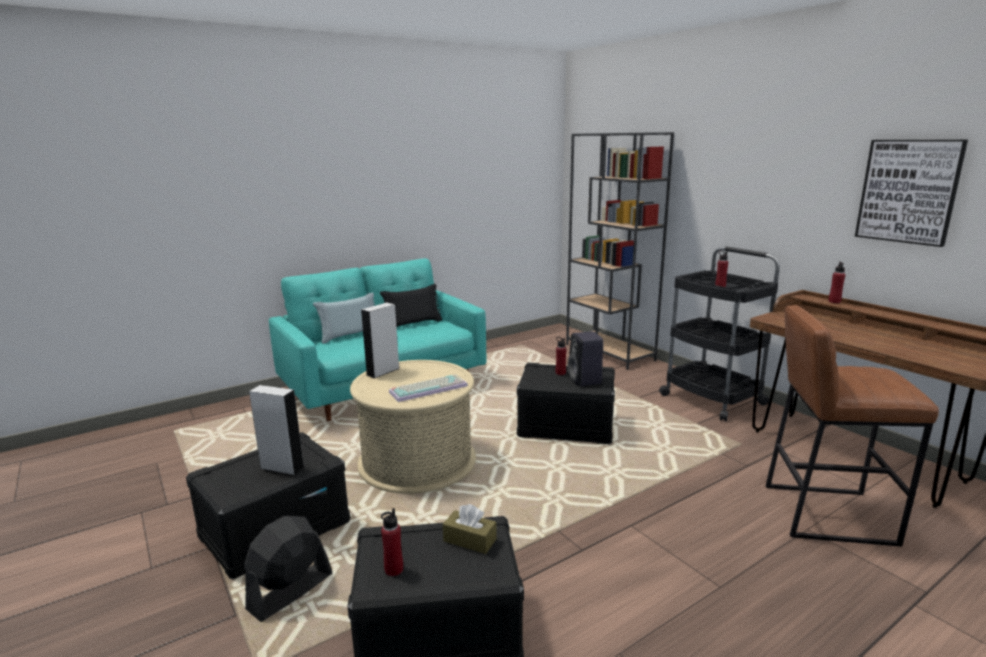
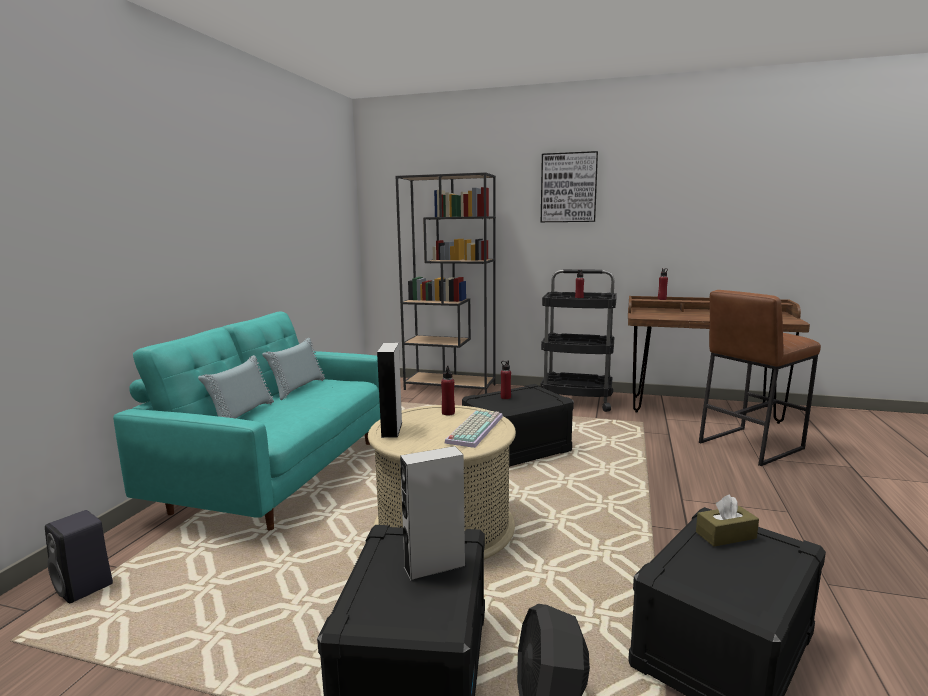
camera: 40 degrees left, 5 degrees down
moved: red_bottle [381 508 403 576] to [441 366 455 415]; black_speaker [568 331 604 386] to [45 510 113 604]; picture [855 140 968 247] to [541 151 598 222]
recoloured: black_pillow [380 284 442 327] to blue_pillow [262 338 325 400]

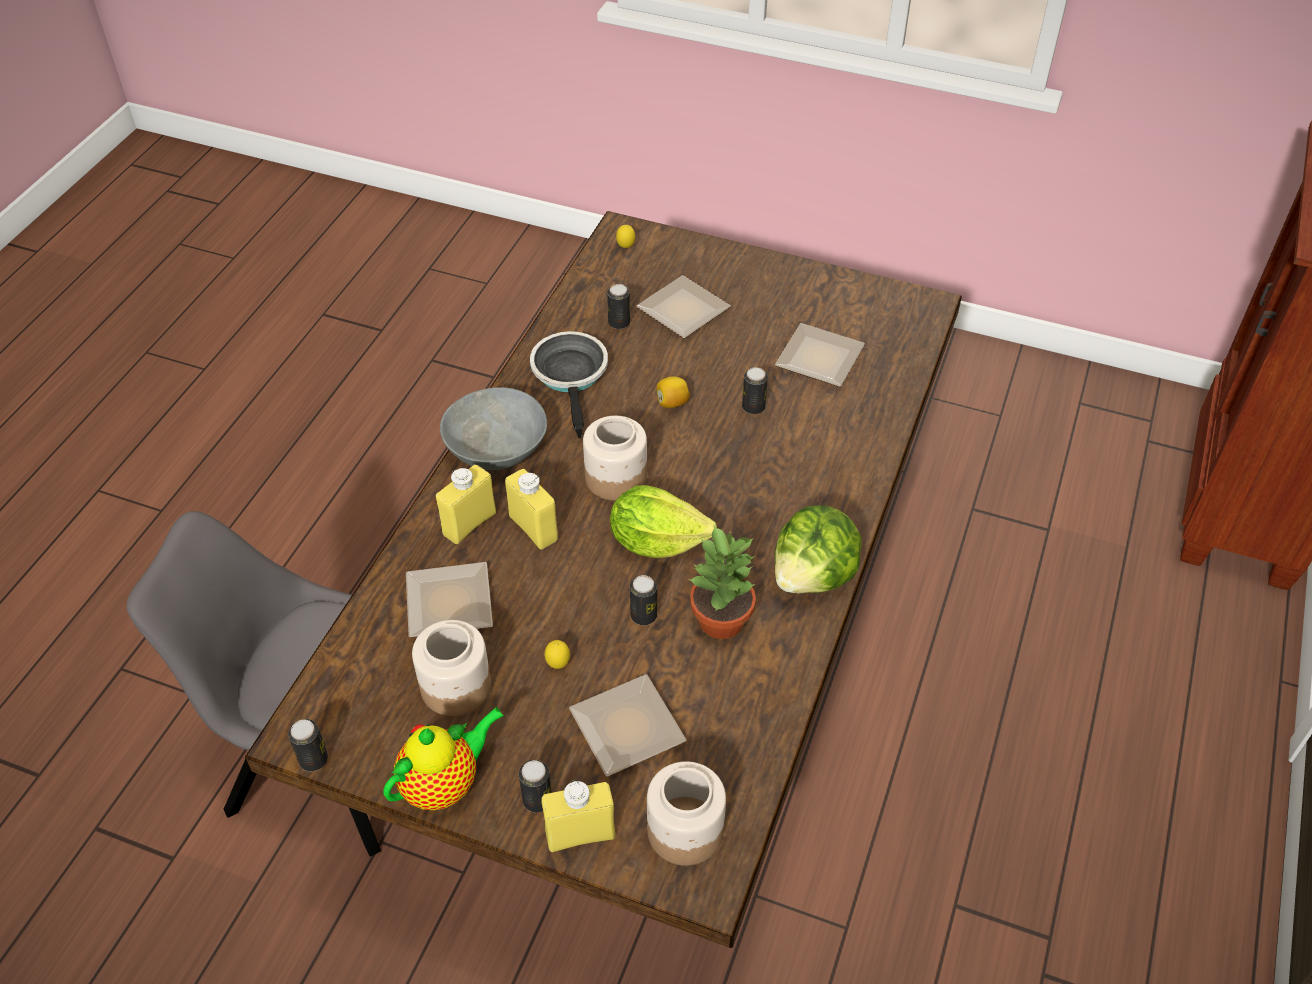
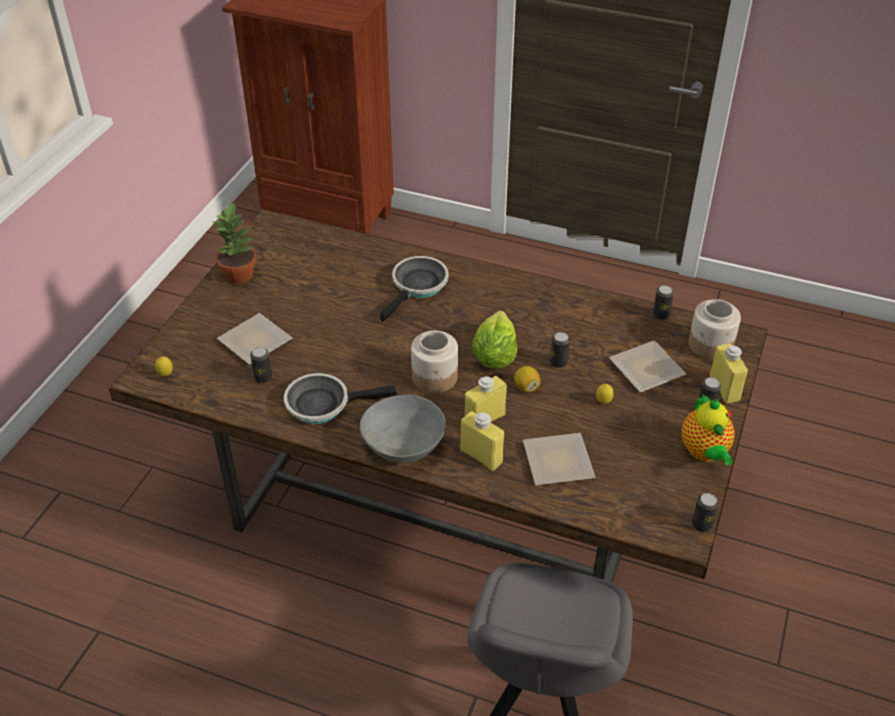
camera: 90 degrees left, 5 degrees down
removed: jar [412 620 491 716]; lettuce [774 505 862 593]; plate [775 323 865 387]
added: frying_pan [380 256 449 322]
moved: lemon [656 376 690 408] to [514 366 541 392]; potted_plant [688 525 756 639] to [213 203 256 284]; can [742 367 768 414] to [653 285 674 320]
turned: teapot [383 707 505 811] = [681 394 735 465] 150 degrees counterclockwise

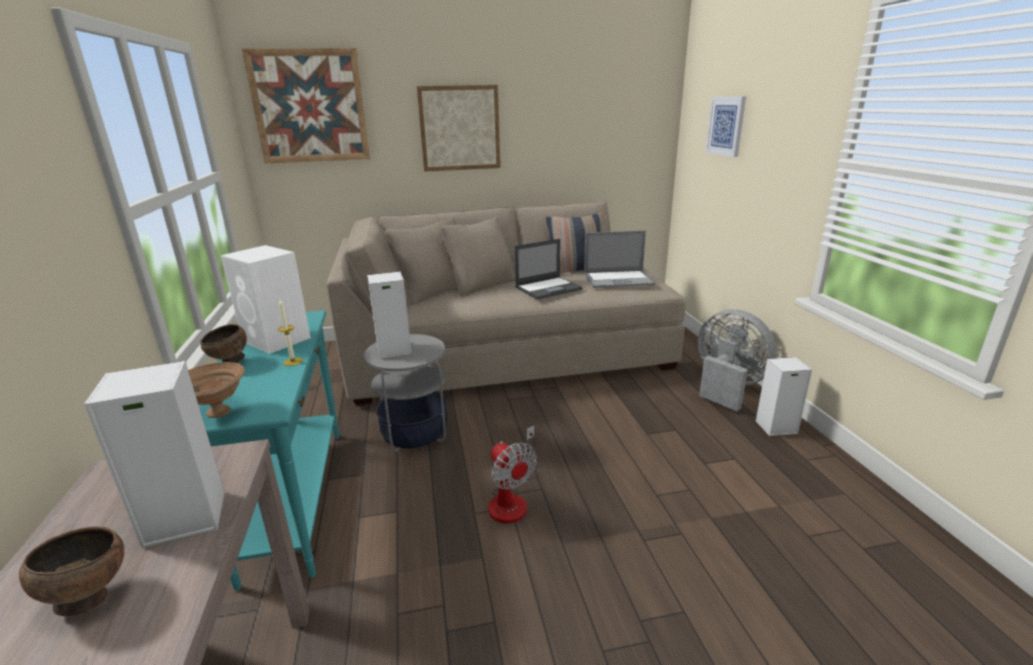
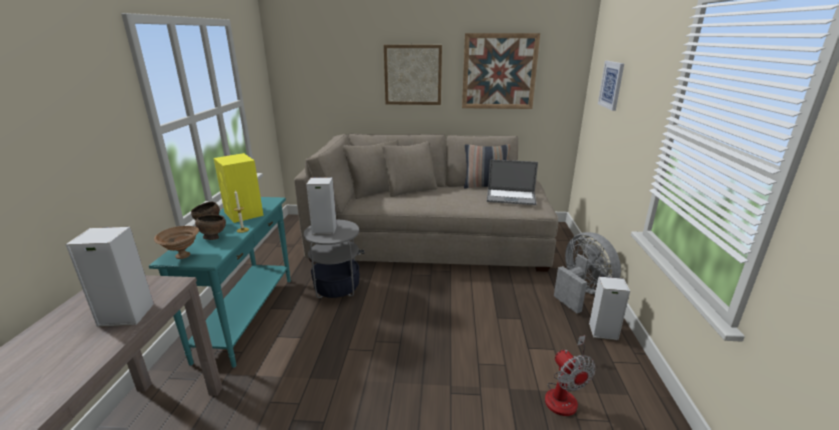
camera: 15 degrees right, 0 degrees up
removed: laptop [515 239 583 299]
moved: brown_bowl [19 527 124 616] to [195 214 226 240]; picture [242 48 370 163] to [462 33 540 109]; fan [488 426 540 523] to [545 335 595 416]
recoloured: white_speaker [221 245 311 354] to yellow_speaker [214 153 264 223]

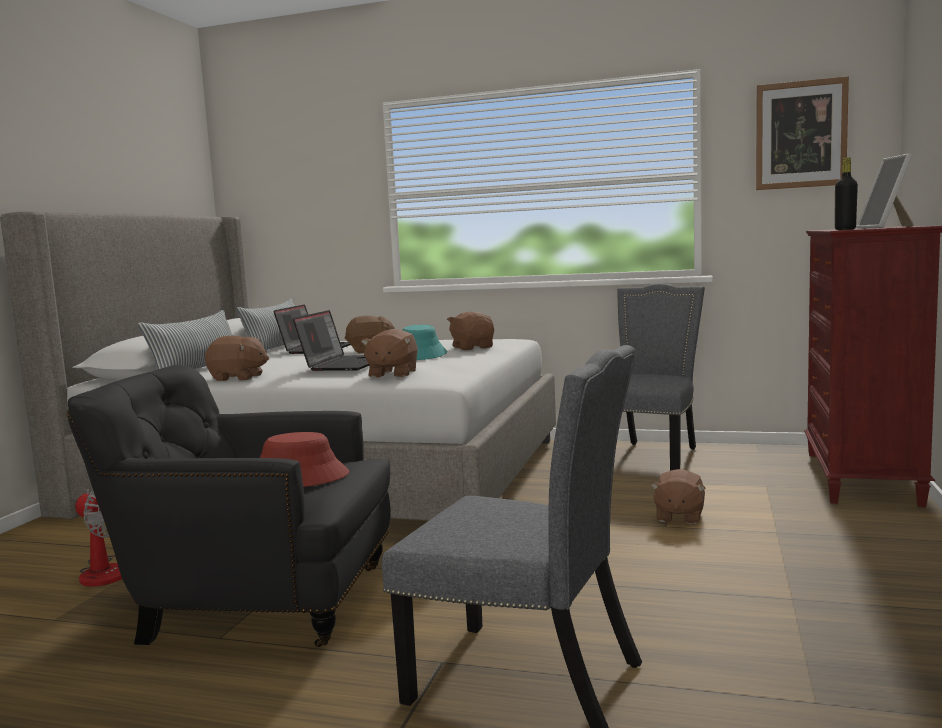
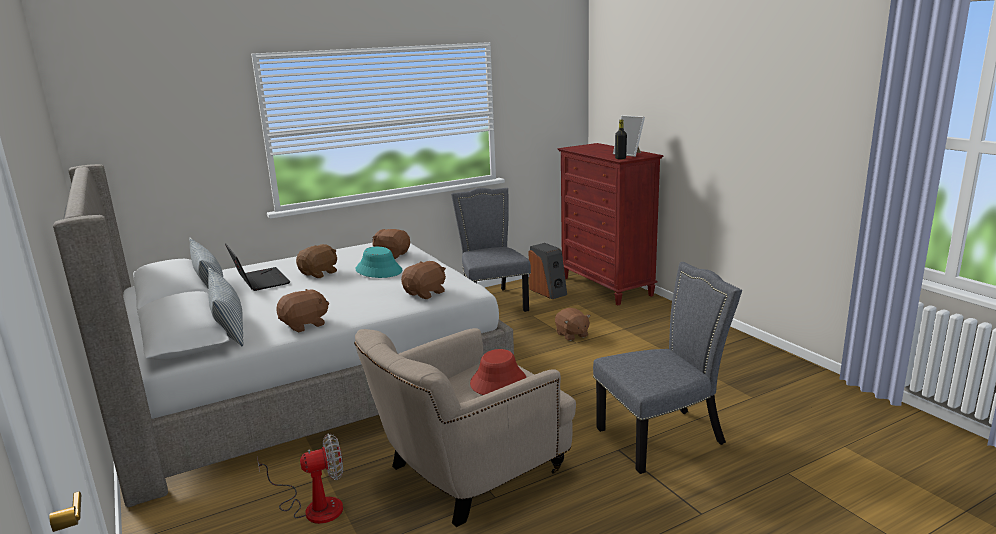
camera: 45 degrees left, 10 degrees up
removed: laptop [293 310 369 371]; picture [756 76 849 190]
added: speaker [529 243 567 299]
recoloured: black_armchair [67 365 391 647] to beige_armchair [354 328 576 527]
turned: brown_plush_toy [361 329 418 378] = [401 261 446 299] 105 degrees counterclockwise

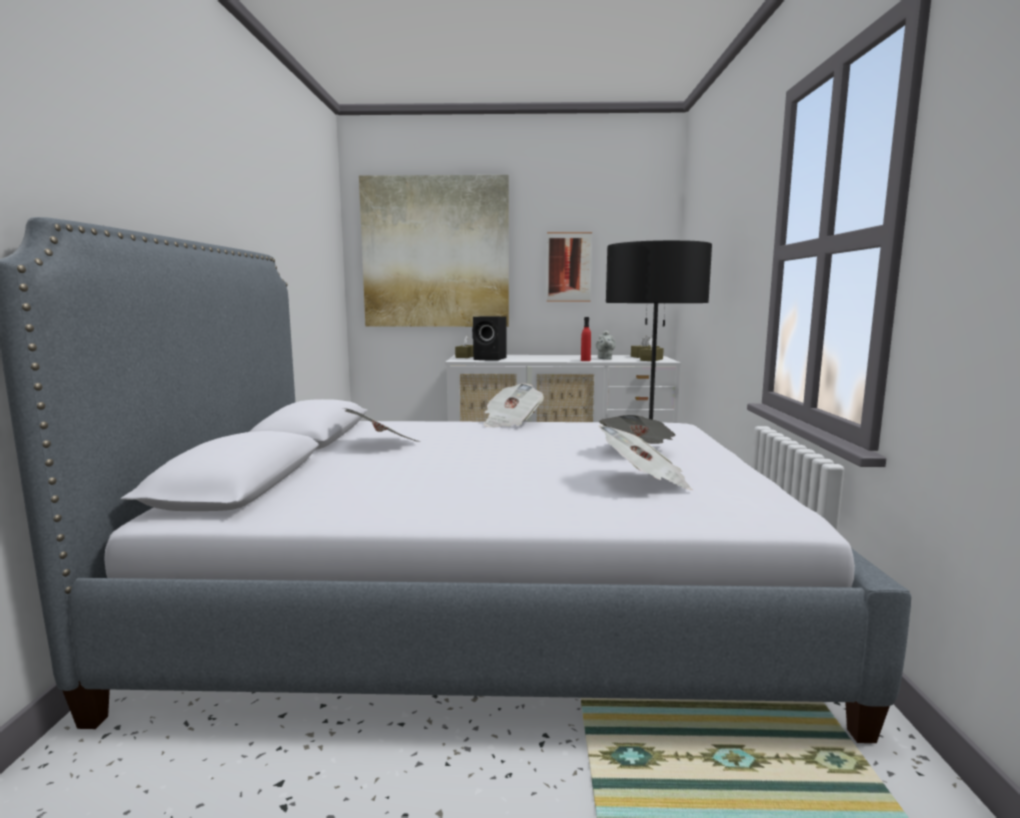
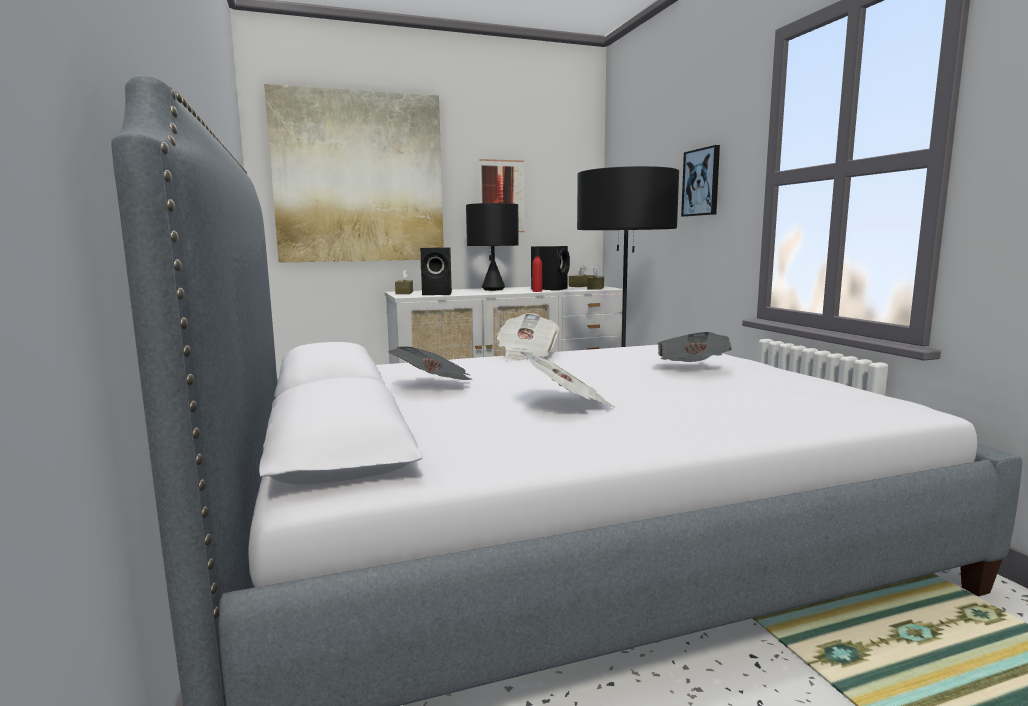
camera: 20 degrees left, 0 degrees up
added: black_table_lamp [466 203 519 291]; picture [681 145 720 217]
moved: newspaper [599 425 692 490] to [518 351 615 407]
replaced: grey_teapot [596 331 616 360] to black_speaker [531 246 570 291]

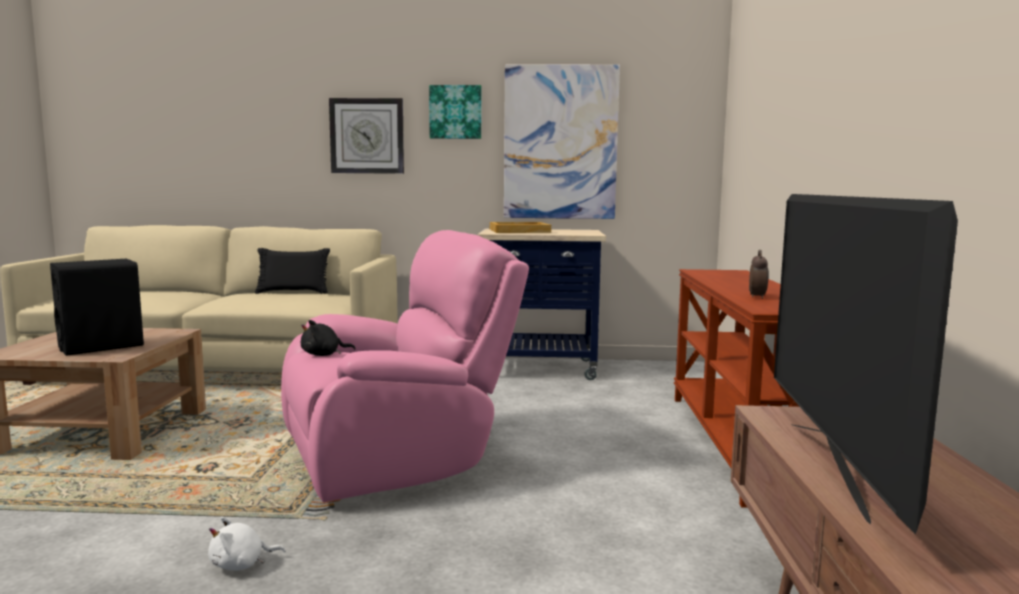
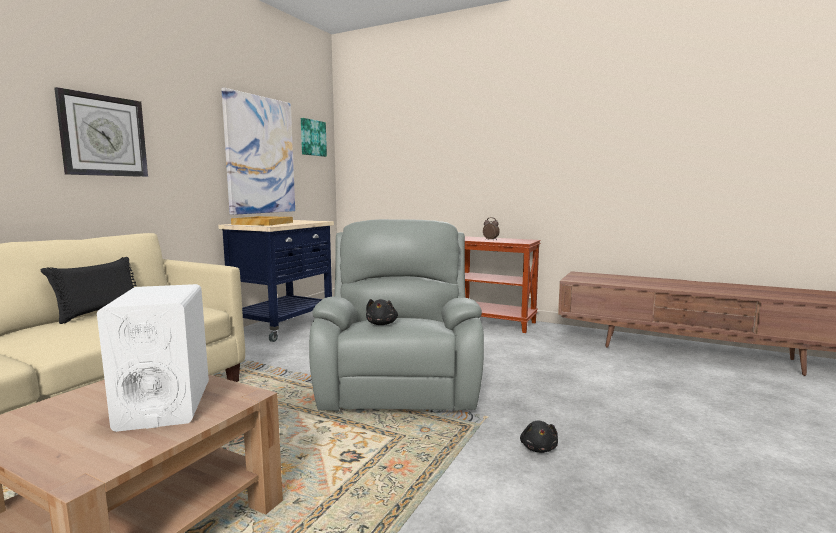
camera: 65 degrees left, 0 degrees up
removed: television [774 194 958 535]
moved: picture [429 85 481 139] to [301 118 327 157]
recoloured: black_speaker [50 259 144 356] to white_speaker [97 284 209 432]; white_plush_toy [208 517 285 571] to black_plush_toy [520 420 558 453]; pink_armchair [281 230 529 502] to grey_armchair [309 219 484 413]

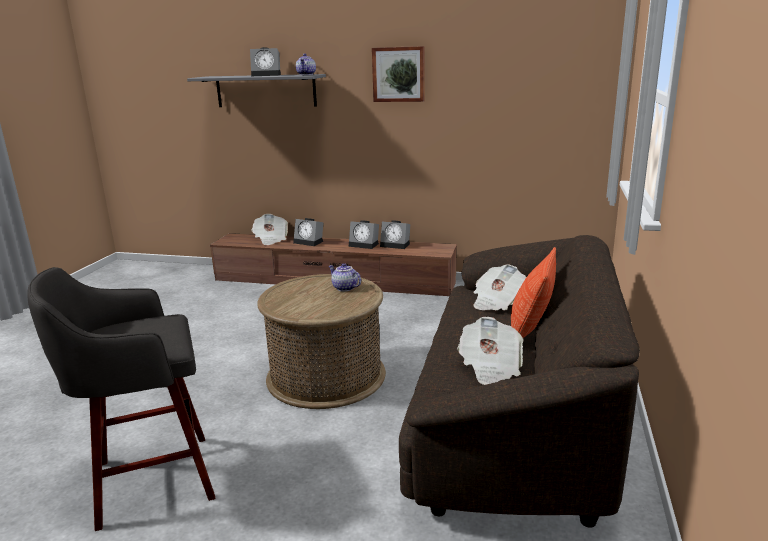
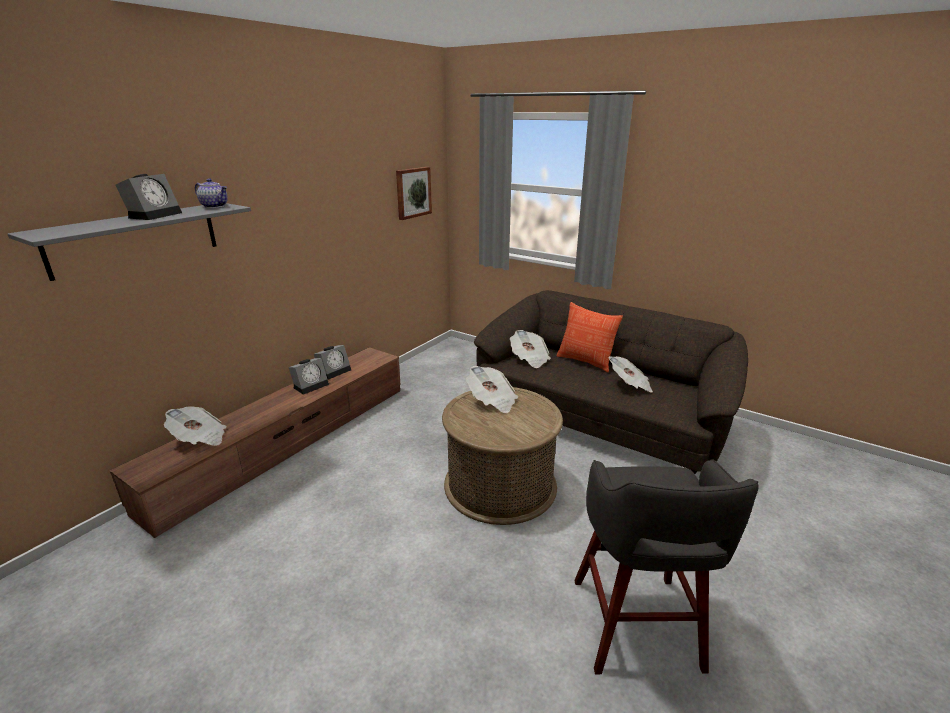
camera: 70 degrees left, 5 degrees up
removed: alarm_clock [293 218 324 246]
moved: picture [372 46 425 102] to [396 167 432 220]
replaced: teapot [329 263 361 291] to newspaper [466 366 518 413]

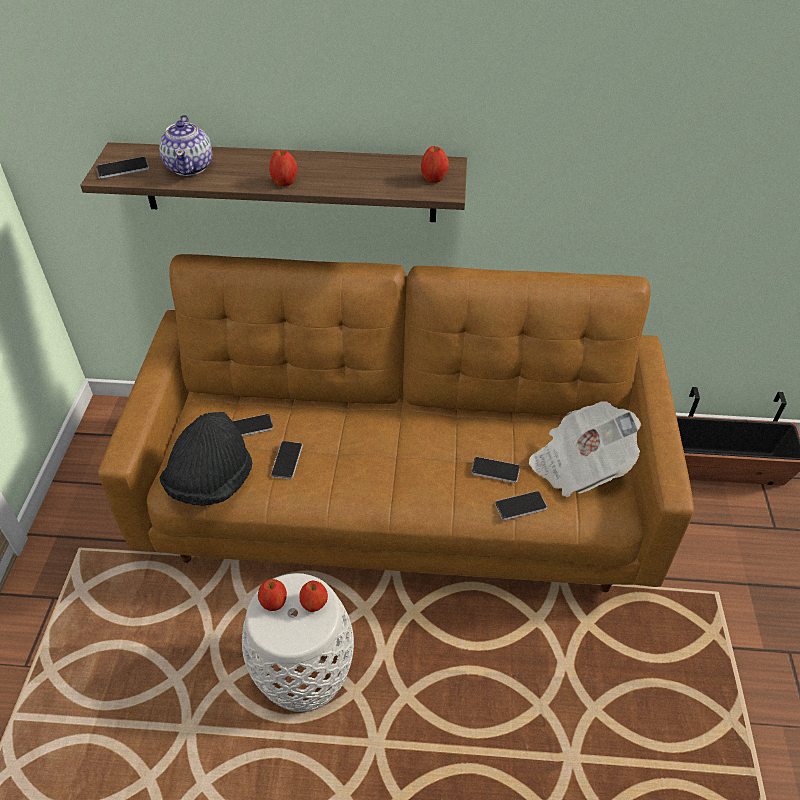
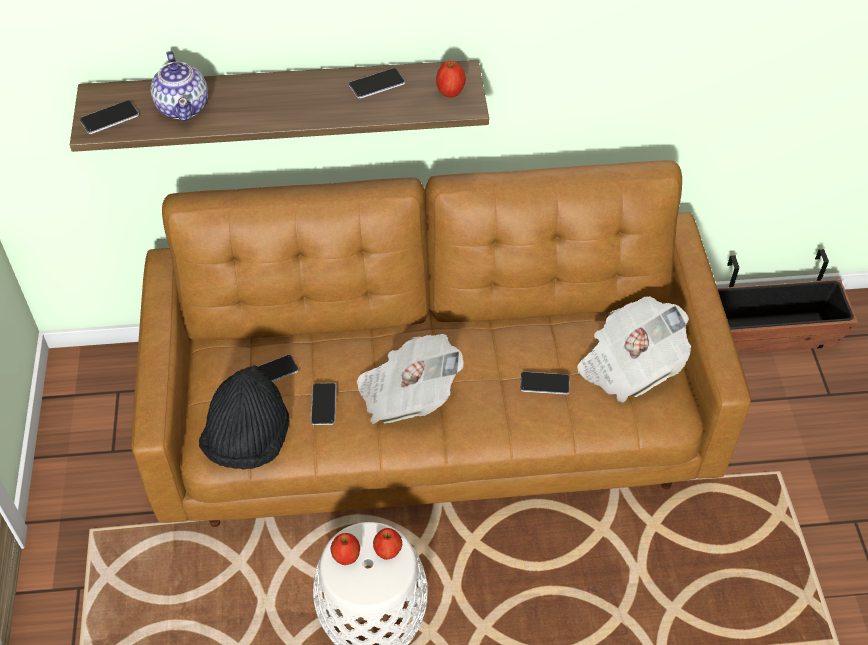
camera: 10 degrees left, 5 degrees up
removed: apple [269 150 297 186]
added: newspaper [357 334 464 424]
moved: phone [495 491 547 520] to [349 68 405 99]

